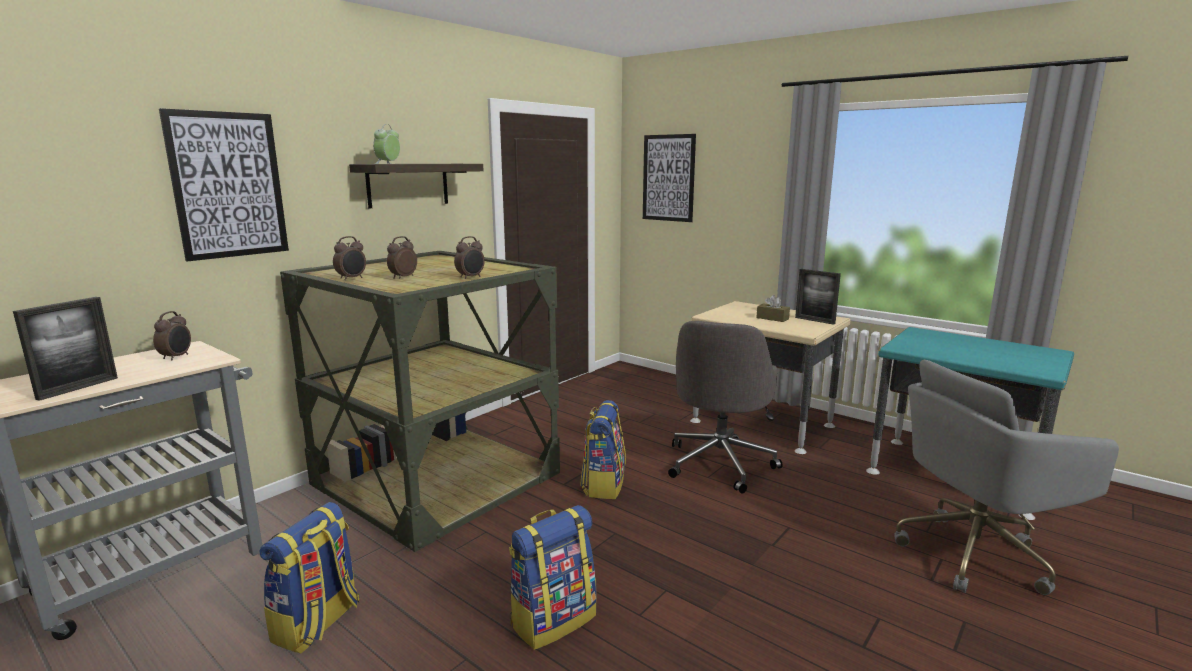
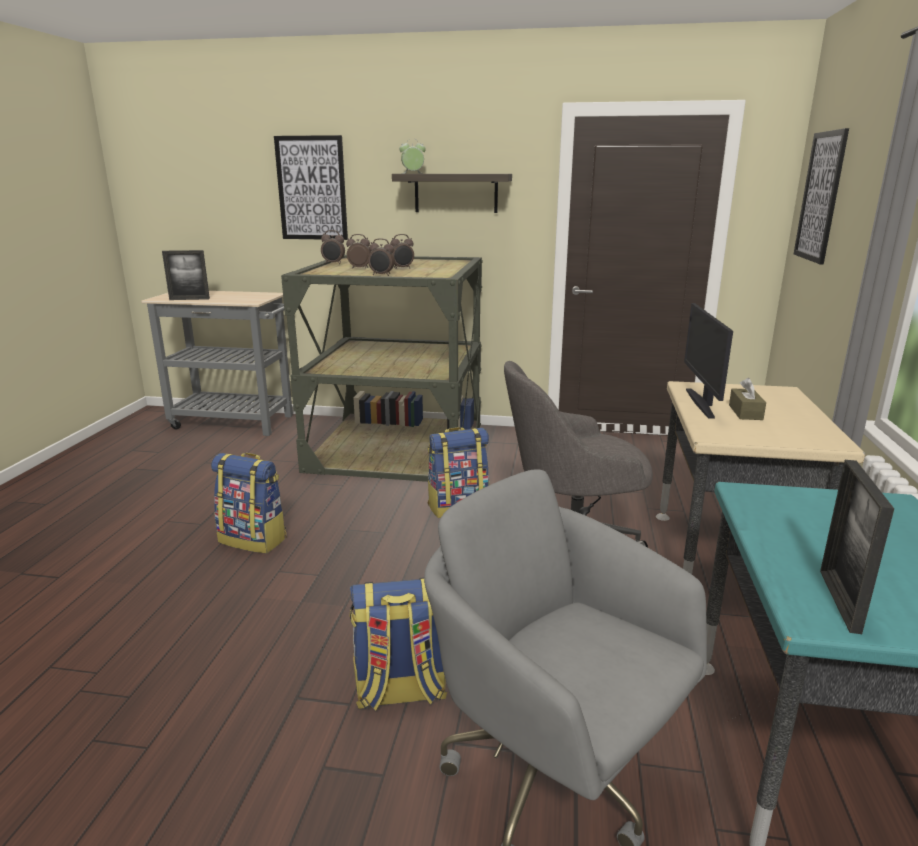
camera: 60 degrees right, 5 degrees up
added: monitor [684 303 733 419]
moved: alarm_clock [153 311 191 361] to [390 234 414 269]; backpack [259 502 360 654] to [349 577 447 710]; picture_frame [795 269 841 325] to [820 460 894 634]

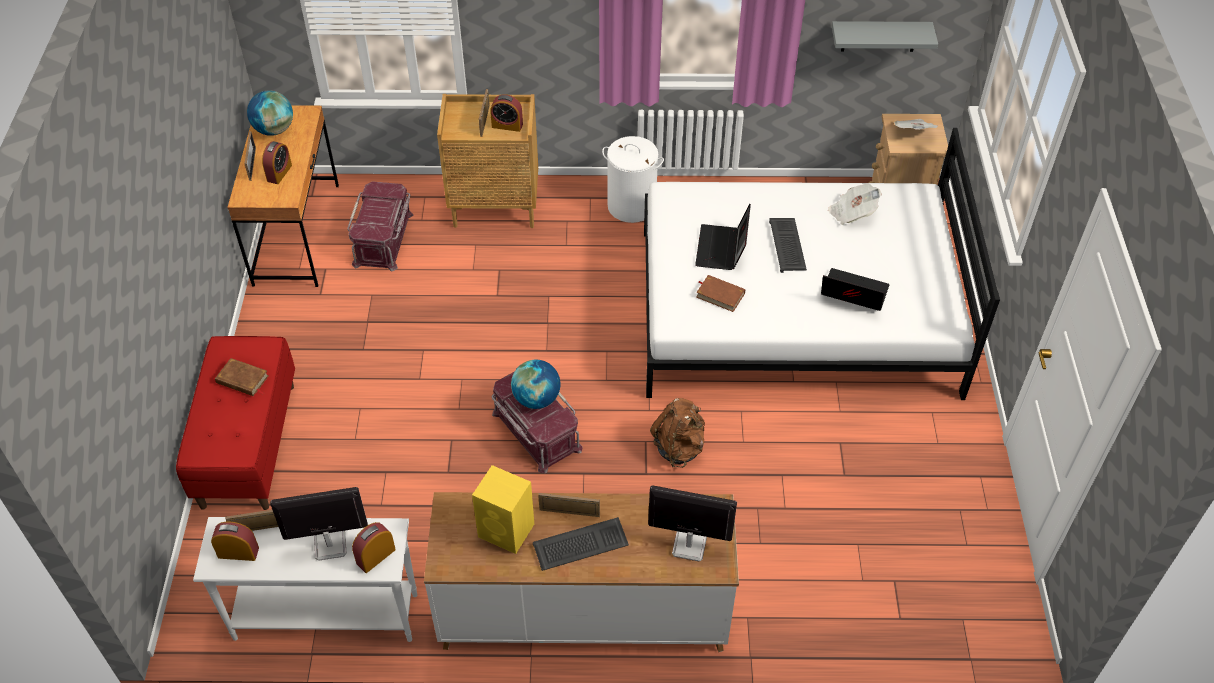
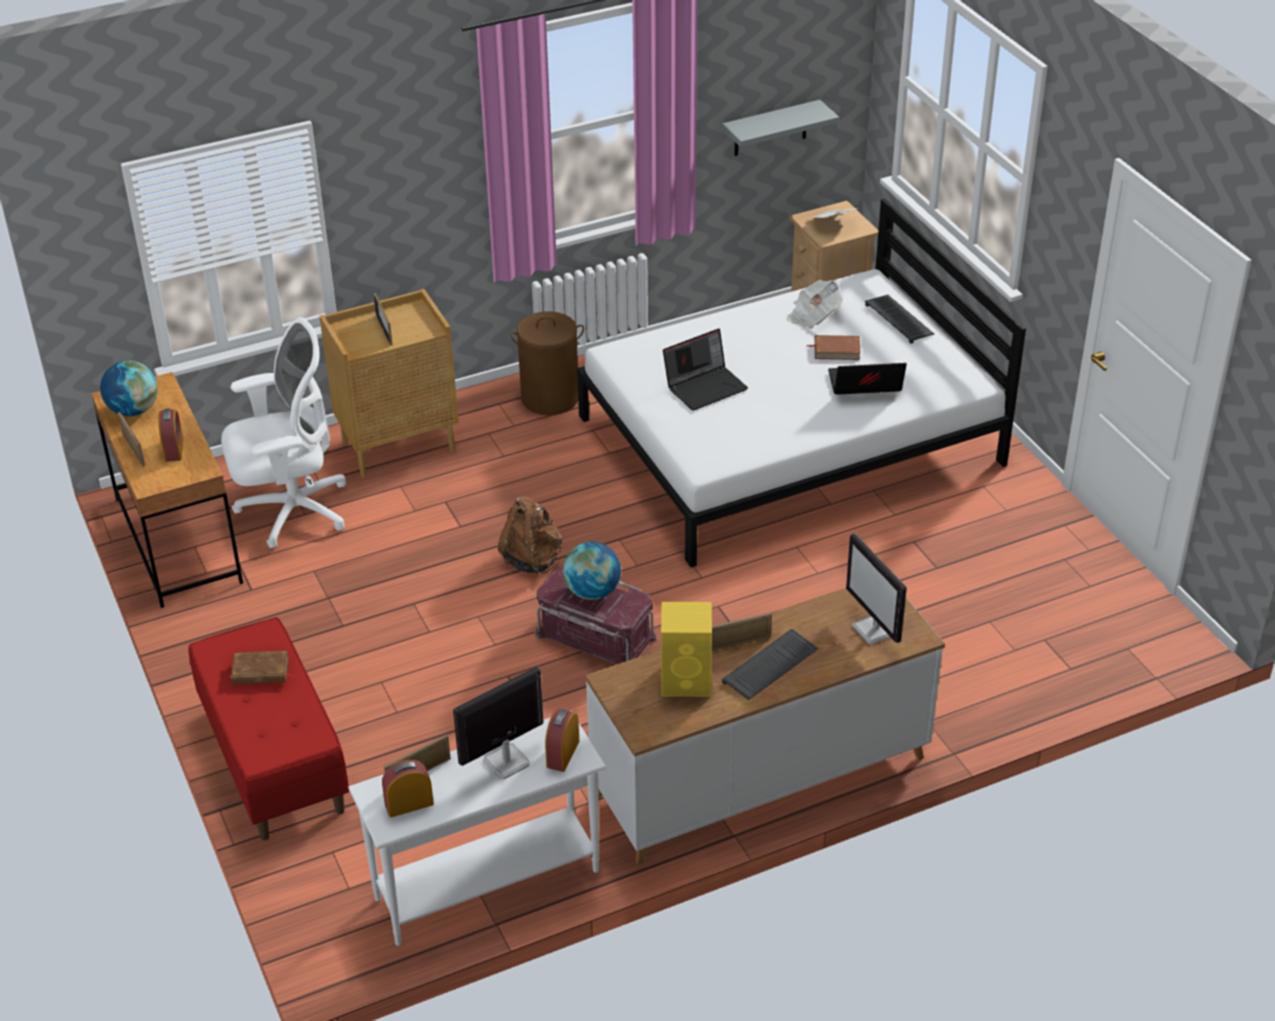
camera: 25 degrees left, 10 degrees down
removed: alarm_clock [490 94 523 132]
moved: brown_backpack [650 398 705 468] to [498 496 562 575]; brown_book [696 275 745 312] to [807 335 861 360]; keyboard [769 218 807 273] to [865 295 934 344]
replaced: red_storage_box [347 181 414 271] to white_office_chair [221 317 346 548]
recoloured: white_laundry_basket [602 136 664 223] to brown_laundry_basket [510 311 584 415]
turned: monitor [648 485 737 562] = [846 533 907 644] 105 degrees counterclockwise; laptop [695 204 751 270] = [663 329 748 411] 105 degrees counterclockwise

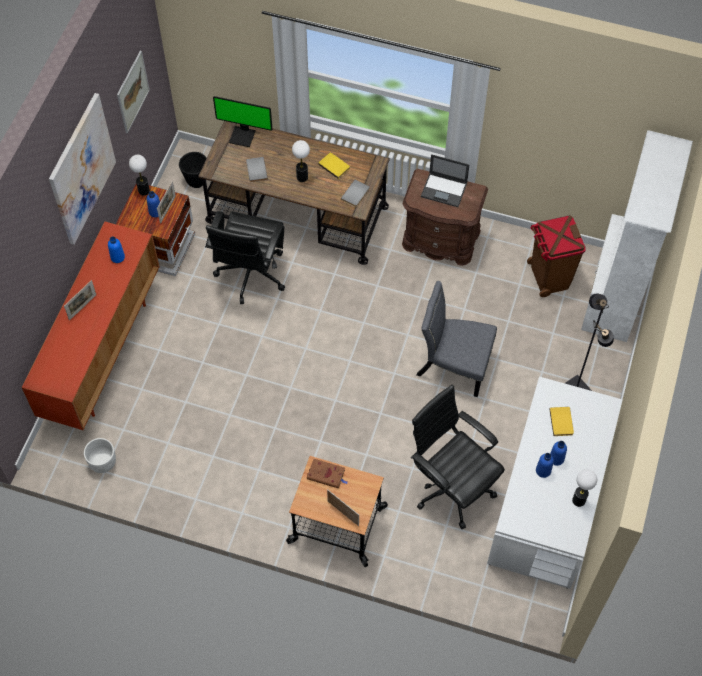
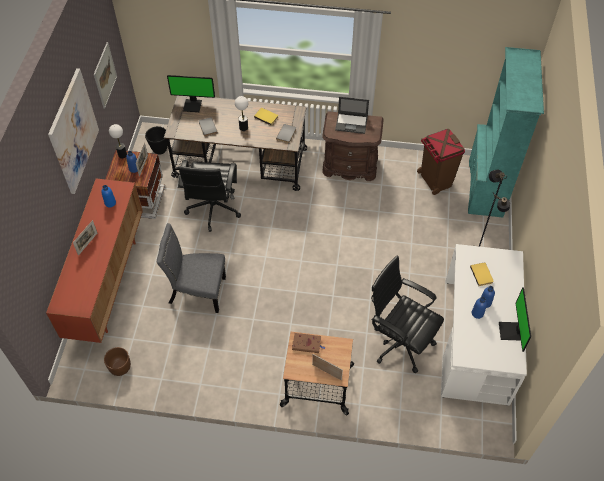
camera: 10 degrees left, 5 degrees down
moved: grey_chair [417 281 497 397] to [156 223 226 313]
replaced: table_lamp [572 469 597 507] to monitor [499 287 531 352]
recoloured: white_planter [84 438 116 473] to brown_planter [104 347 131 376]; white_bookcase [581 130 693 342] to turquoise_bookcase [468 47 544 217]

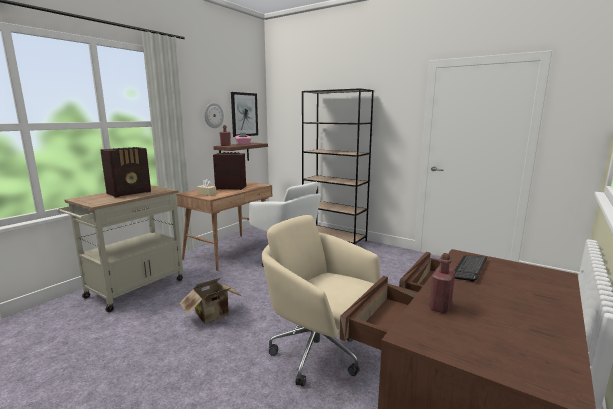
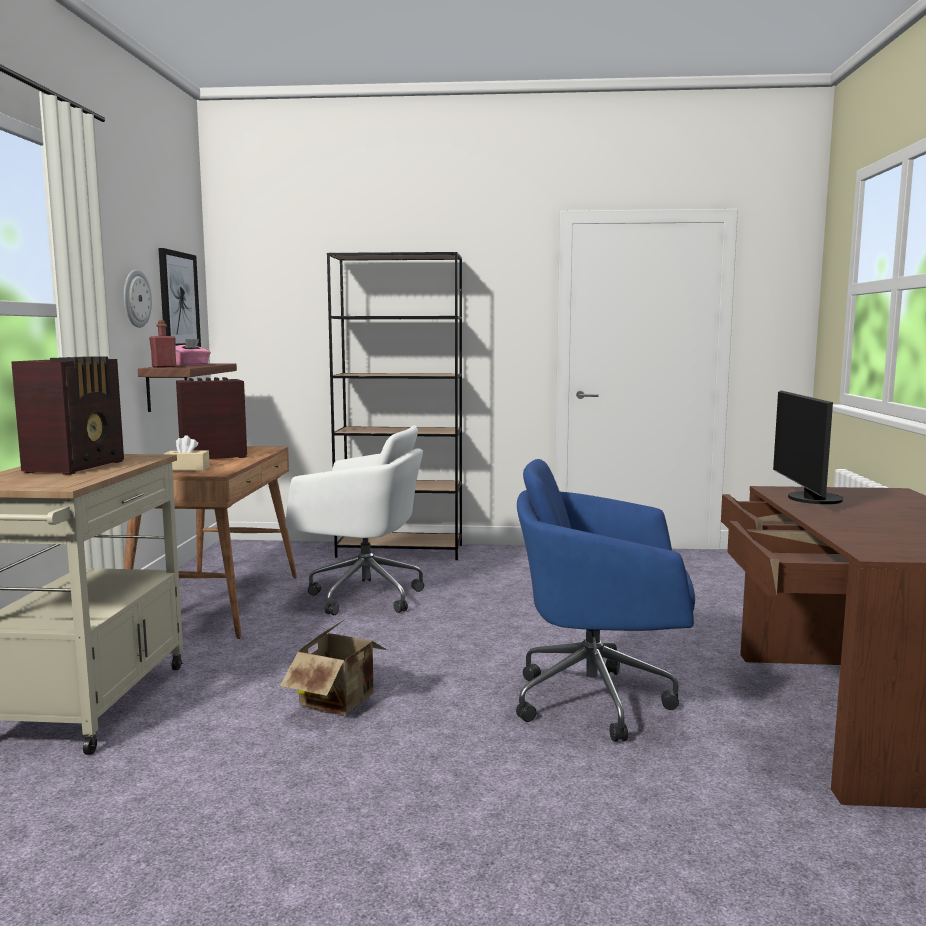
camera: 30 degrees left, 5 degrees down
removed: red_bottle [429 253 455 313]
replaced: keyboard [454 256 487 282] to monitor [773 391 844 504]
recoloured: beige_office_chair [262 215 381 387] to blue_office_chair [516 459 695 742]

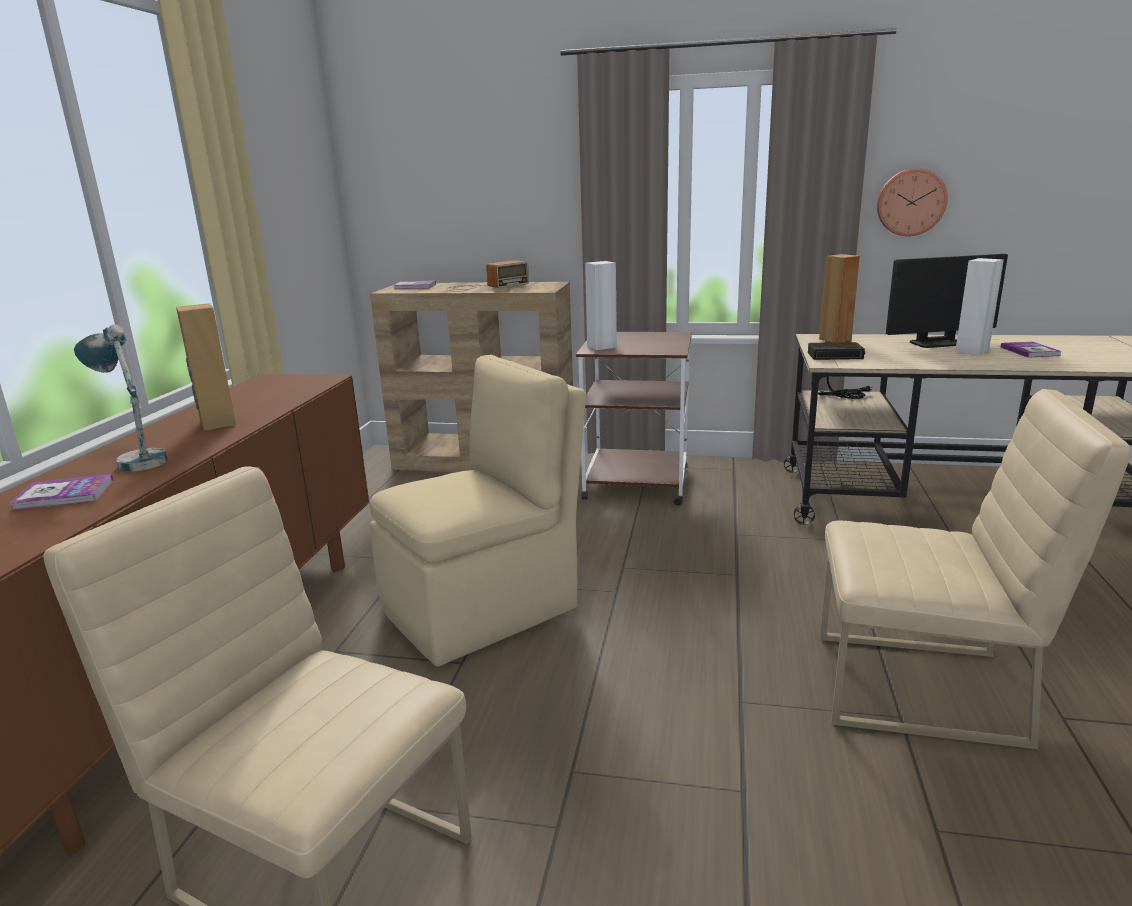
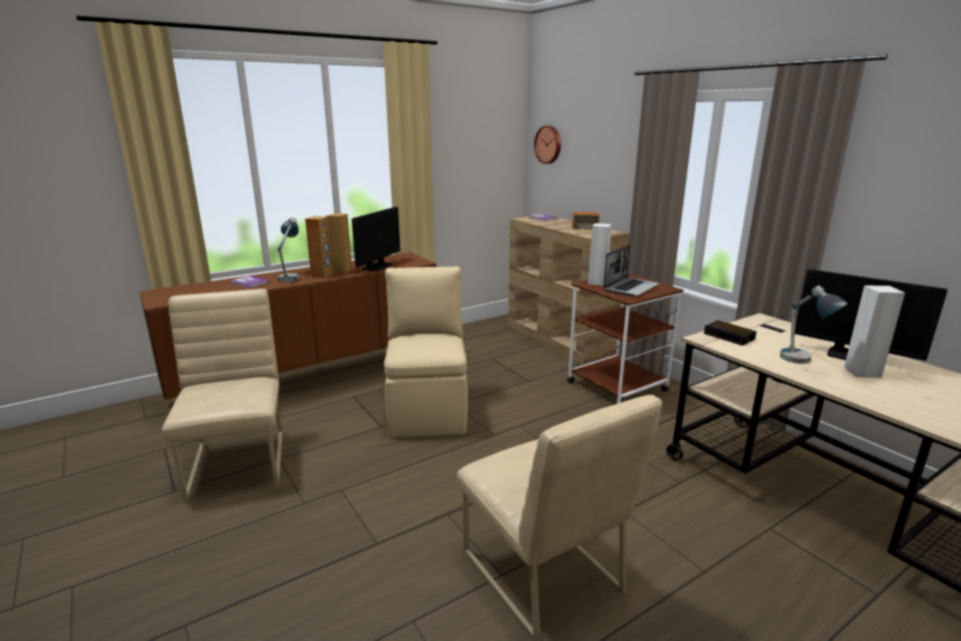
camera: 45 degrees right, 0 degrees up
removed: book [1001 342 1061 358]
added: monitor [352 207 400 271]; laptop [603 245 660 296]; table_lamp [780 286 848 364]
moved: brown_speaker [819 254 860 342] to [305 216 333 278]; wall_clock [877 168 948 236] to [534 126 561 164]
turned: beige_chair [370 355 586 666] = [384 266 468 438] 105 degrees counterclockwise

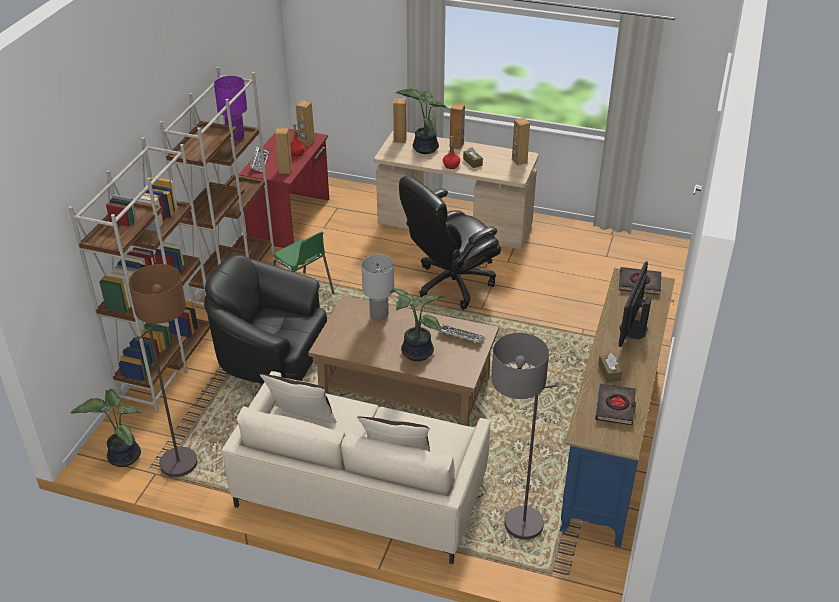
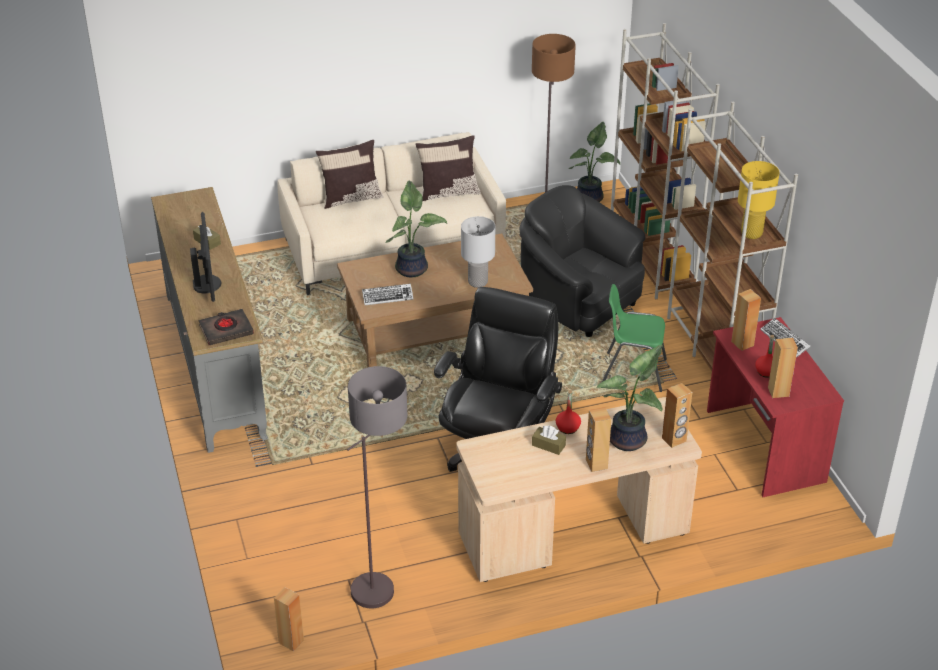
camera: 145 degrees right, 0 degrees up
removed: black_book [595 383 636 426]
moved: grey_floor_lamp [491 333 557 540] to [347 366 407 608]; brown_speaker [512 118 530 165] to [274 587 304 651]
recoloured: purple_table_lamp [214 76 247 140] to yellow_table_lamp [738 161 780 239]; blue_cabinet [559 268 675 547] to grey_cabinet [151 187 268 453]
turned: black_armchair [204 255 327 384] = [520 185 646 337] 120 degrees counterclockwise

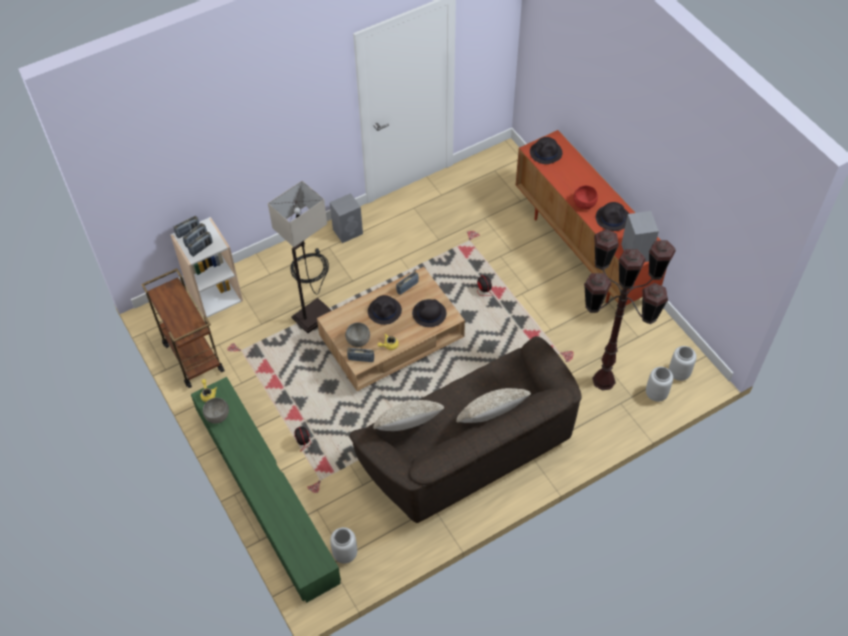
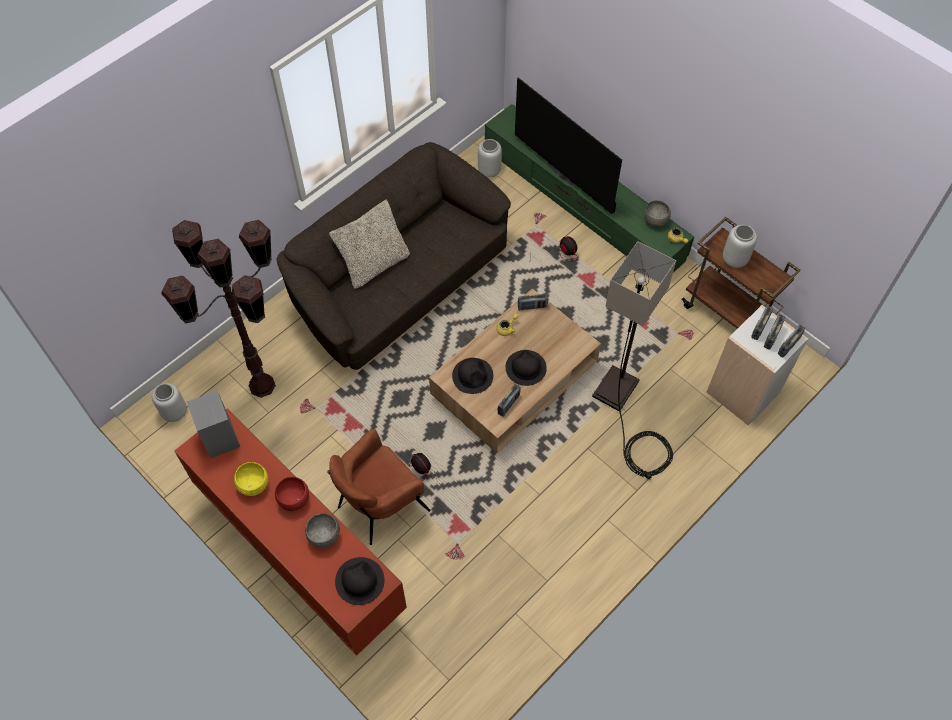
camera: 165 degrees right, 5 degrees up
removed: grey_speaker [330 193 363 243]; beige_pillow [373 400 444 431]
added: brown_armchair [327 429 430 545]; television [515 78 622 214]
moved: grey_bowl [345 322 370 347] to [305 513 340 548]; grey_vase [646 367 673 402] to [723 225 757 268]
replaced: black_hat [596 202 629 231] to yellow_bowl [234 462 268 496]

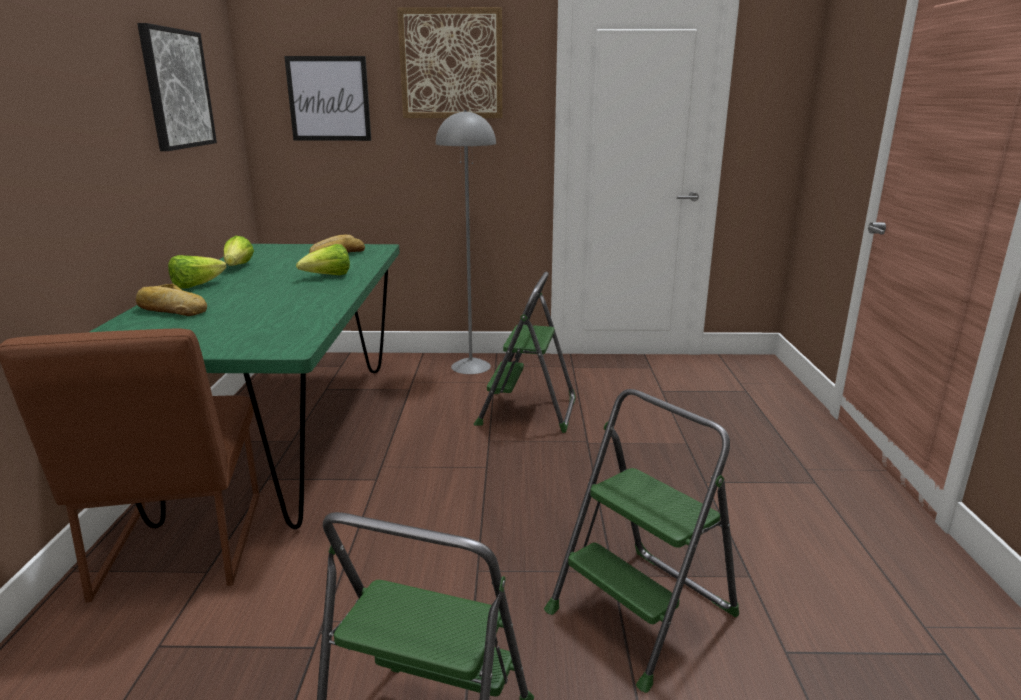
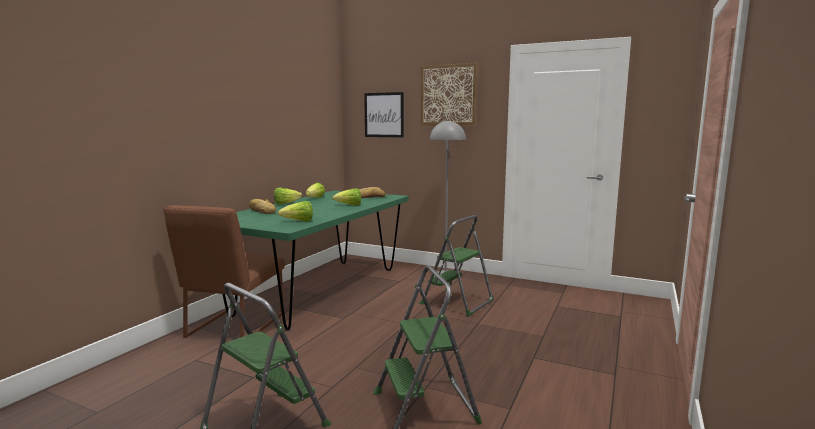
camera: 25 degrees right, 10 degrees down
removed: picture [137 23 217 151]
added: lettuce [278 201 313 221]

